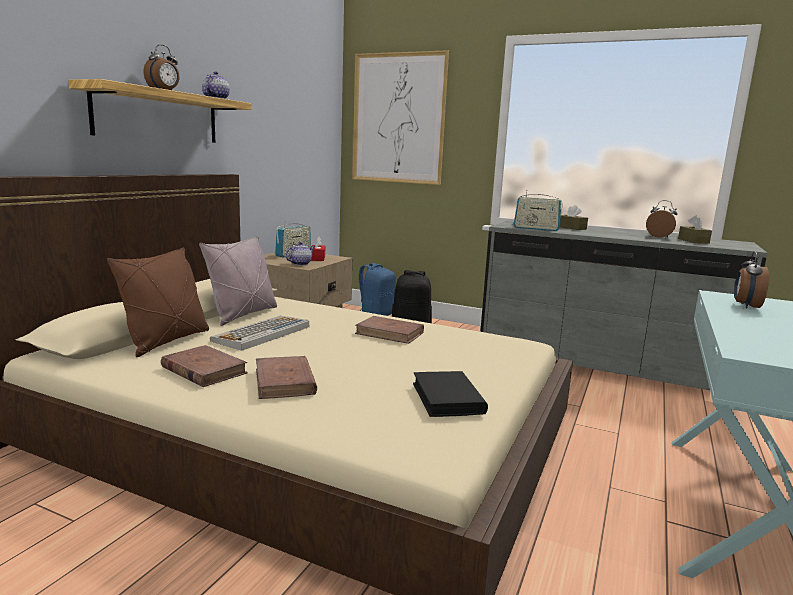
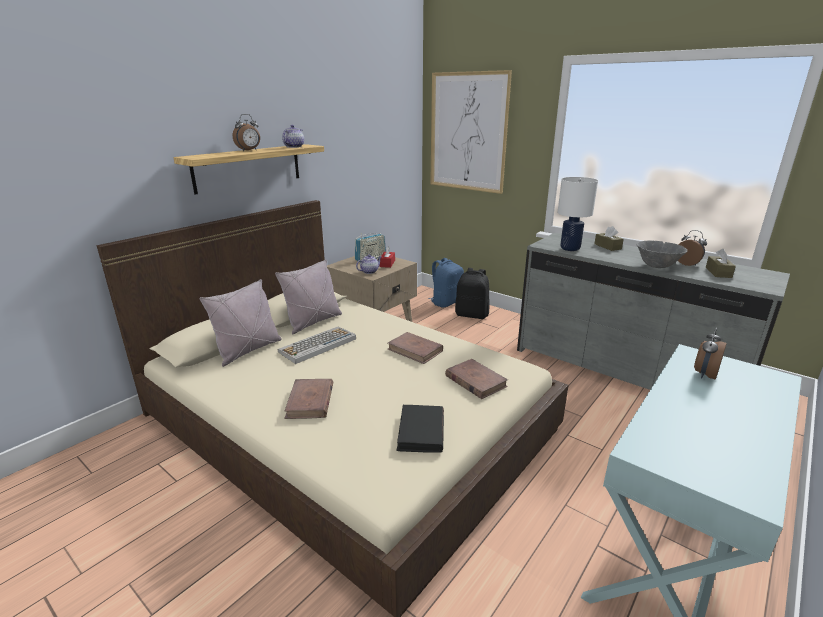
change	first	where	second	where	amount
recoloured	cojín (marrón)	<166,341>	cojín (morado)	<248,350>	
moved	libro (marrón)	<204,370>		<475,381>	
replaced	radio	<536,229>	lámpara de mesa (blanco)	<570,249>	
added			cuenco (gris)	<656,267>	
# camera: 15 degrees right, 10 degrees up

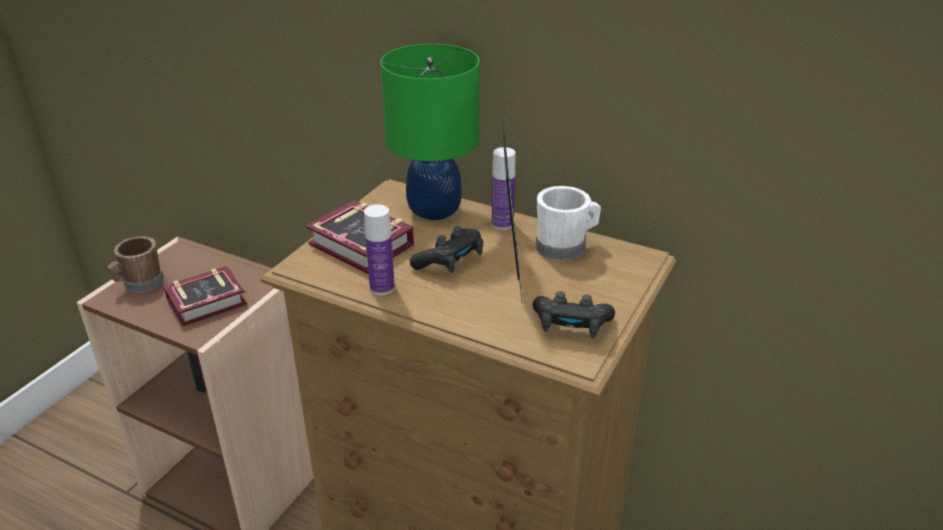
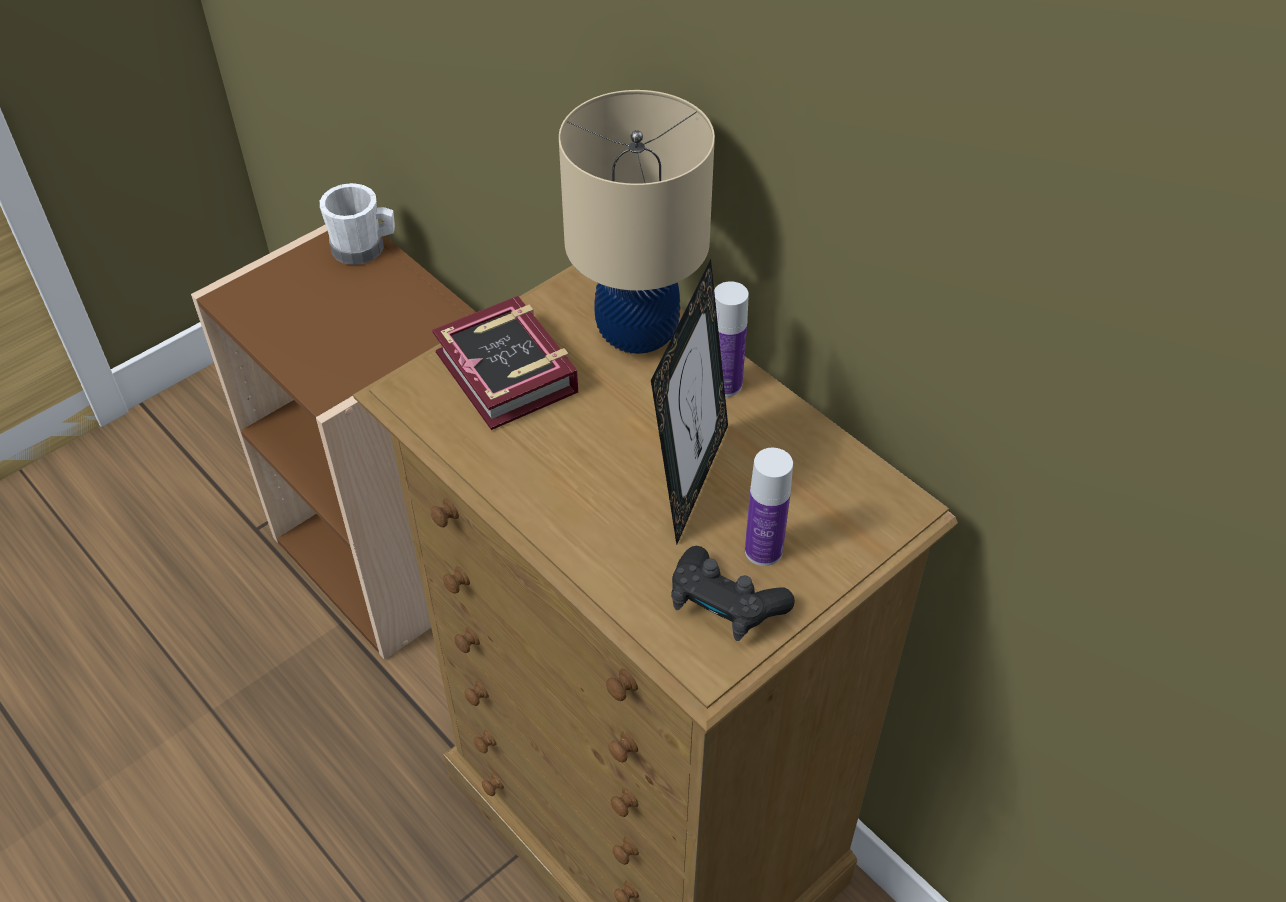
change	first	where	second	where	amount
moved	taza grande (blanco)	<566,247>		<364,248>	
recoloured	lámpara de mesa (verde)	<433,213>	lámpara de mesa (beis)	<634,337>	
moved	botella	<382,288>		<763,550>	
removed	taza grande (marrón)	<140,284>			
removed	libro	<211,302>			
removed	mando de consola (negro)	<450,262>			
# camera: 20 degrees right, 15 degrees up

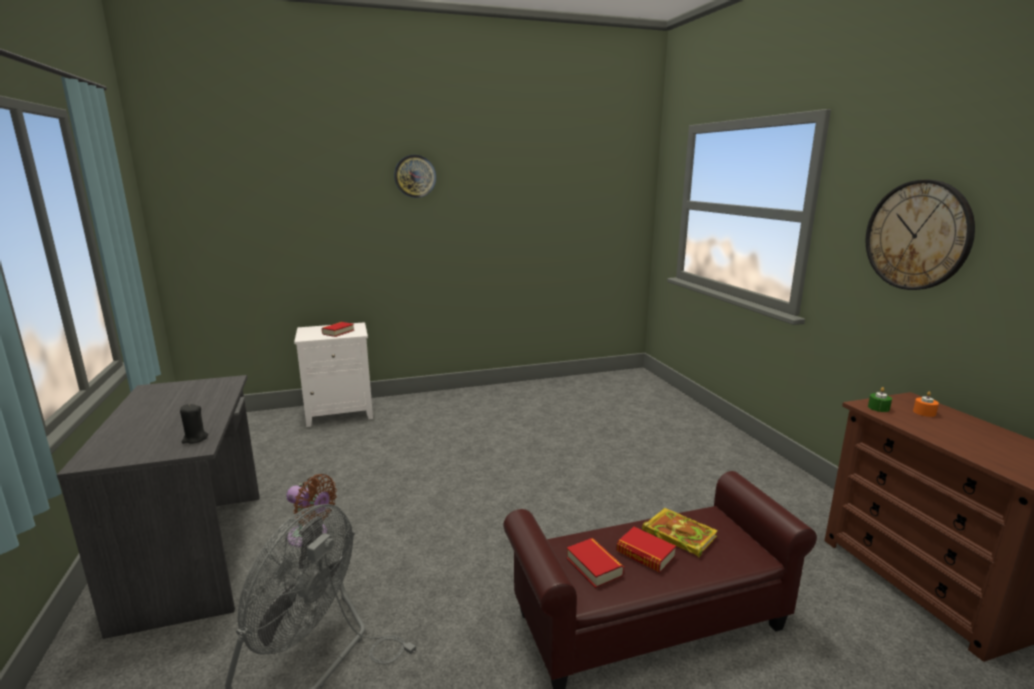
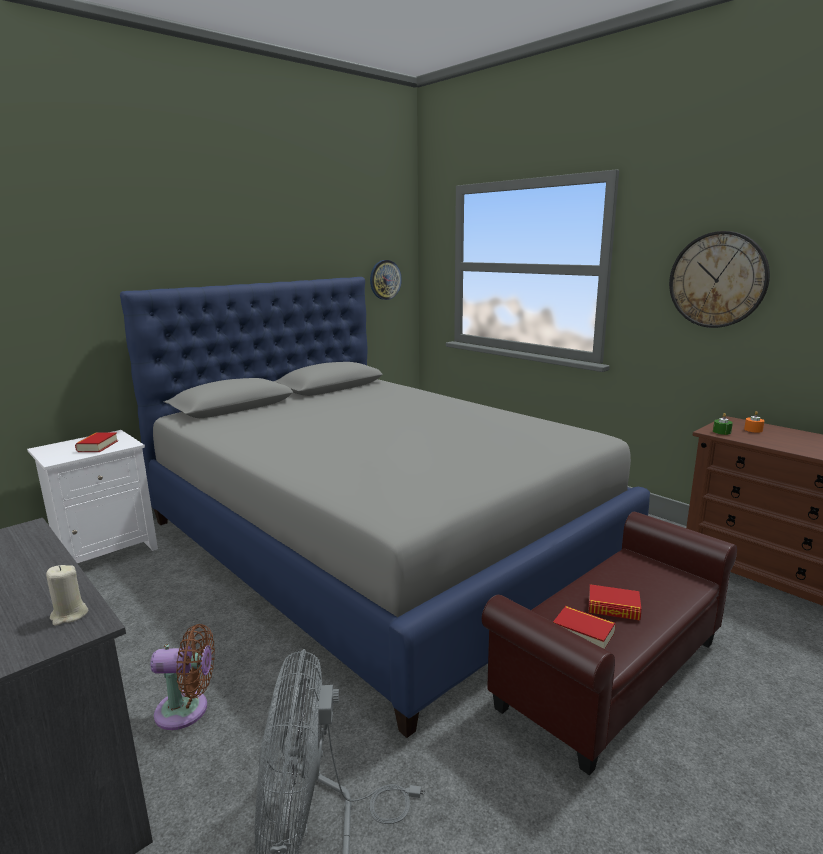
change	first	where	second	where	amount
recoloured	vela (negro)	<195,439>	vela (beis)	<69,615>	
added			cama (gris)	<375,543>	
moved	reloj de pared	<415,176>		<385,279>	
removed	libro	<677,534>			
# camera: 25 degrees left, 0 degrees up

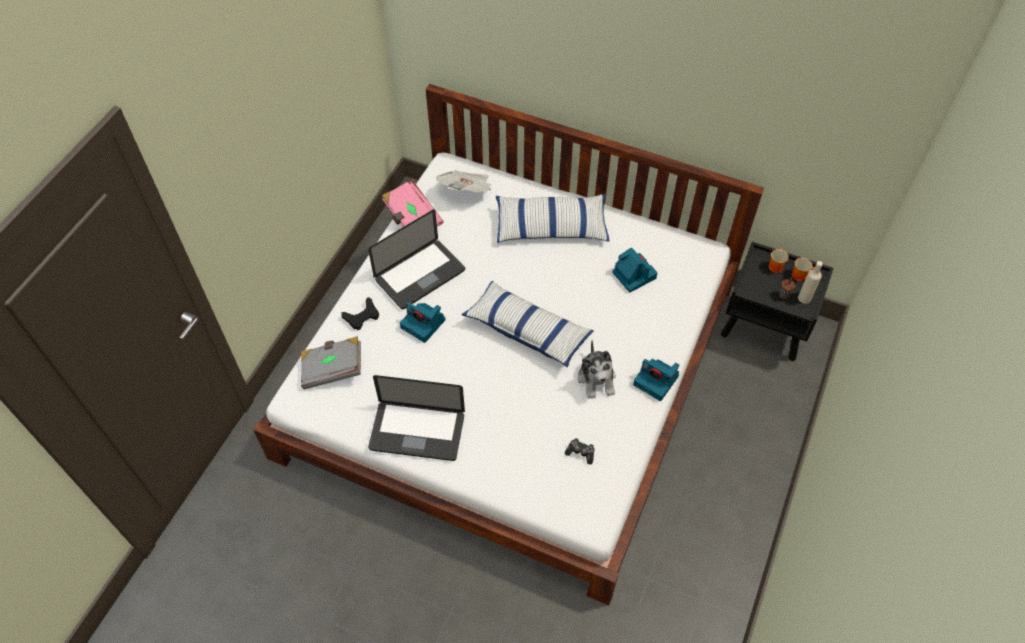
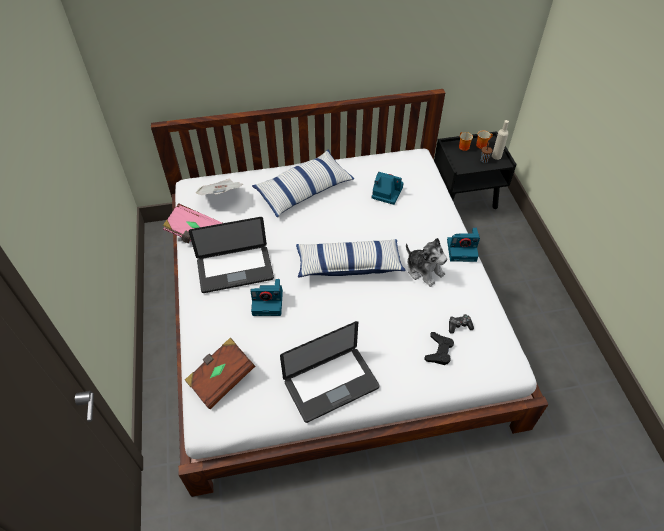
change	first	where	second	where	amount
recoloured	libro (gris)	<332,369>	libro (marrón)	<221,378>	
turned	portátil	<420,275>		<235,270>	60 degrees clockwise
moved	mando de consola (negro)	<362,316>		<439,351>	
# camera: 35 degrees left, 5 degrees down

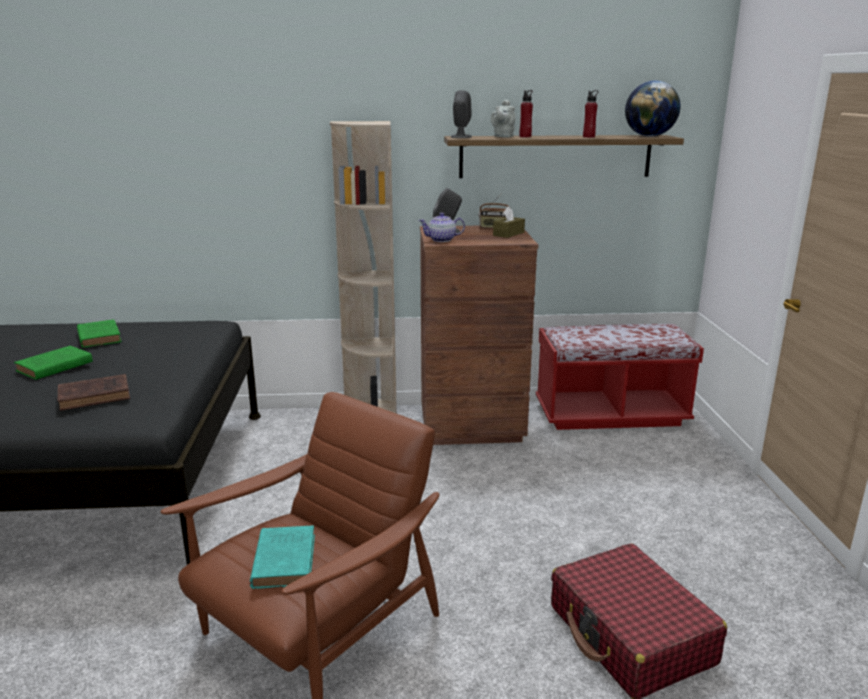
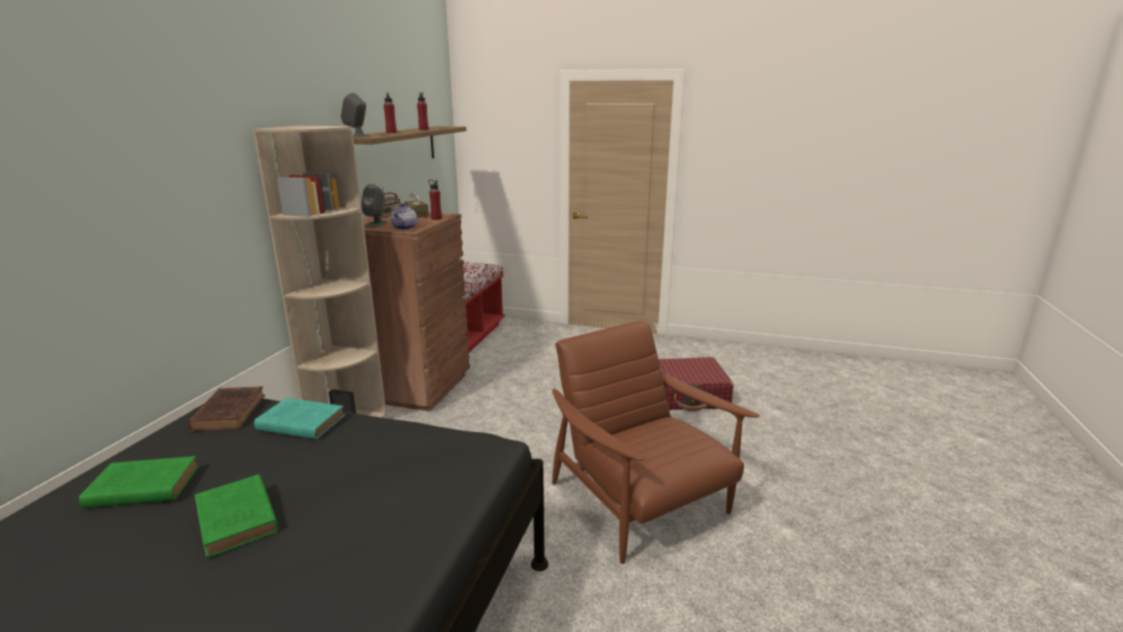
change	first	where	second	where	amount
moved	libro (marrón)	<97,396>		<230,411>	
moved	libro (turquesa)	<284,559>		<299,422>	
added			botella (rojo)	<436,218>	
removed	tetera (gris)	<503,136>			
removed	globo terráqueo	<649,136>			
# camera: 70 degrees left, 0 degrees up

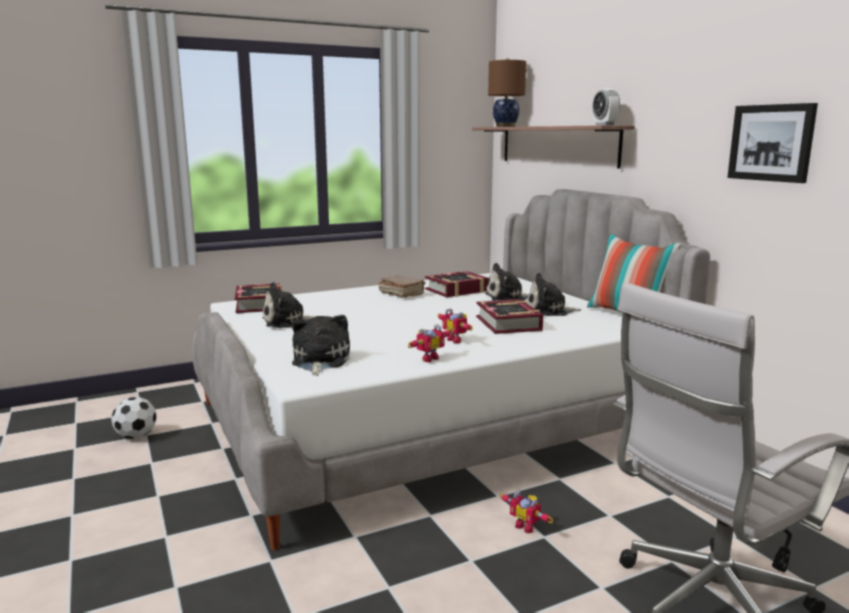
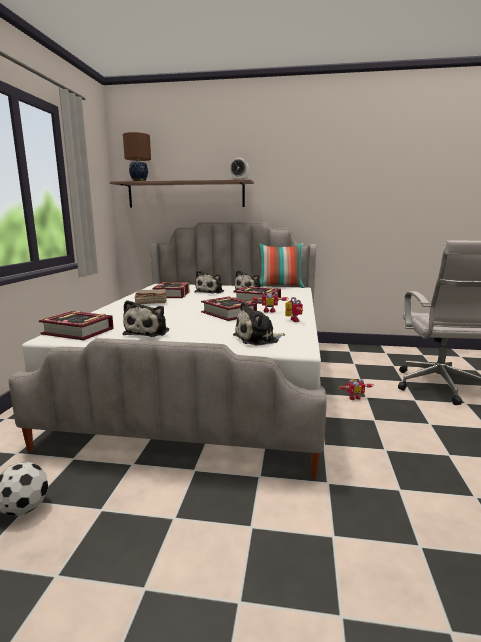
change	first	where	second	where	amount
added			libro	<229,314>	
turned	peluche	<319,361>		<258,339>	60 degrees counterclockwise
removed	cuadro	<771,143>			
# camera: 55 degrees left, 0 degrees up

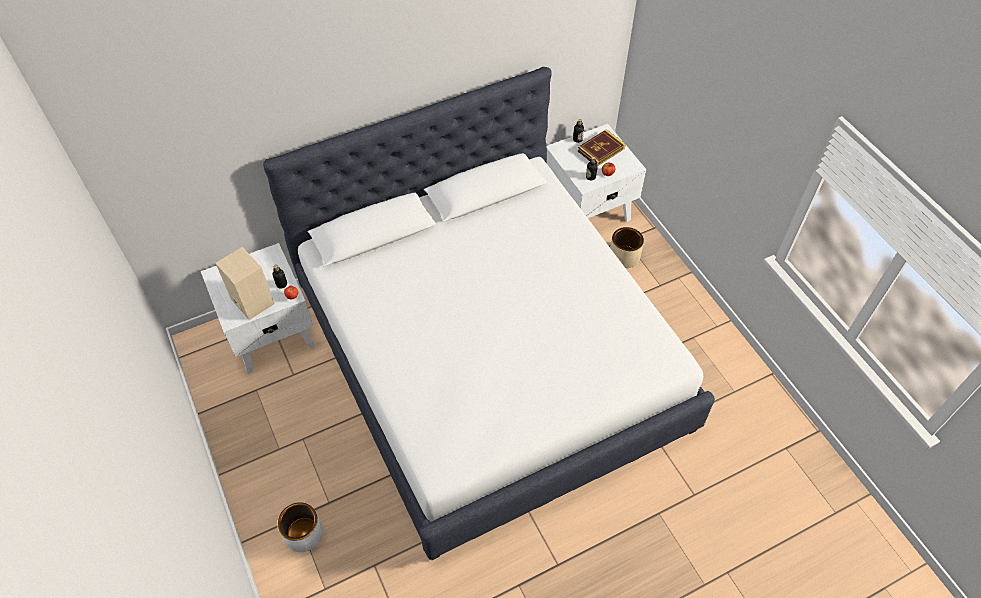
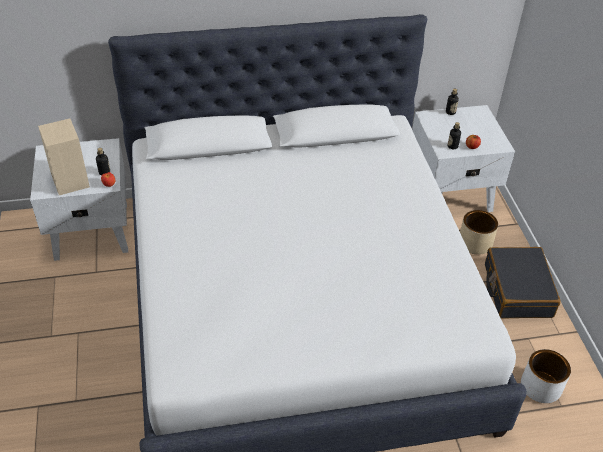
change	first	where	second	where	amount
added			maleta (negro)	<517,290>	
moved	maceta (blanco)	<303,533>		<540,387>	
removed	libro	<601,150>			
# camera: 15 degrees right, 10 degrees down

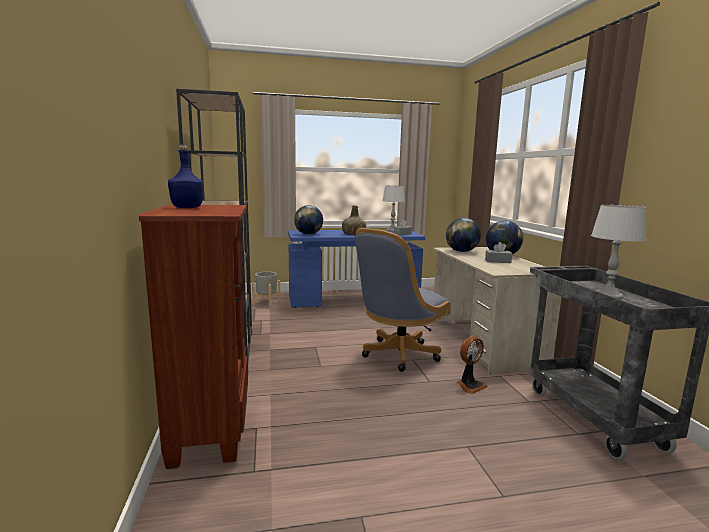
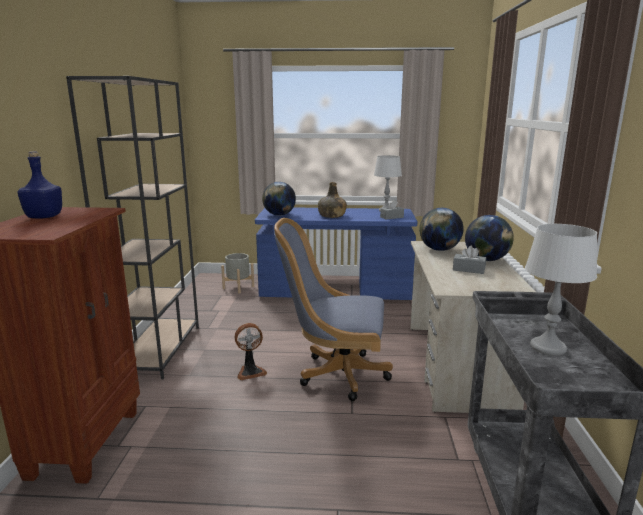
change	first	where	second	where	amount
moved	ventilador	<470,385>		<250,372>	
turned	silla de oficina (azul)	<396,357>		<335,374>	45 degrees clockwise
# camera: 15 degrees right, 5 degrees up

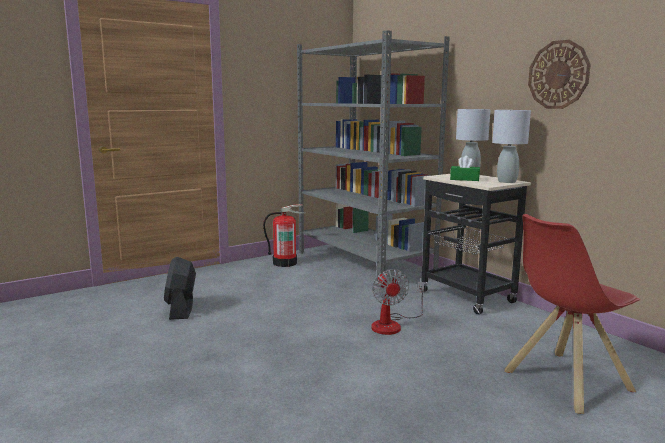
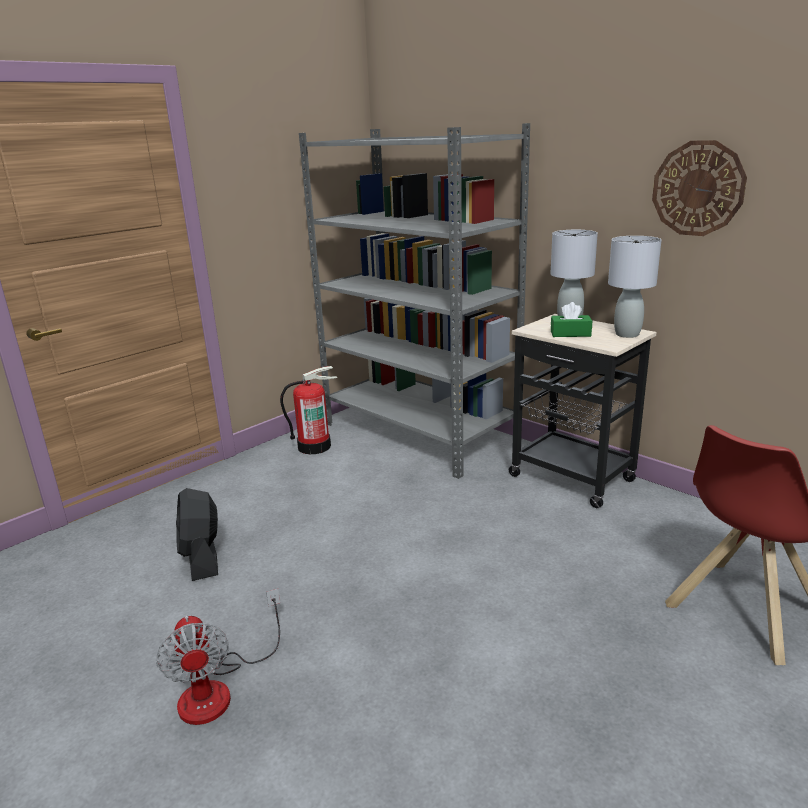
change	first	where	second	where	amount
moved	ventilador	<392,324>		<219,689>	
# camera: 10 degrees left, 10 degrees up

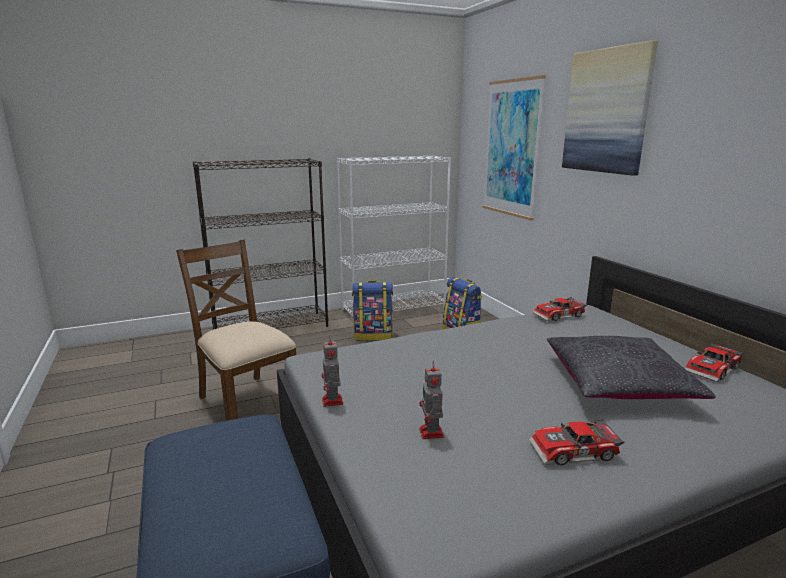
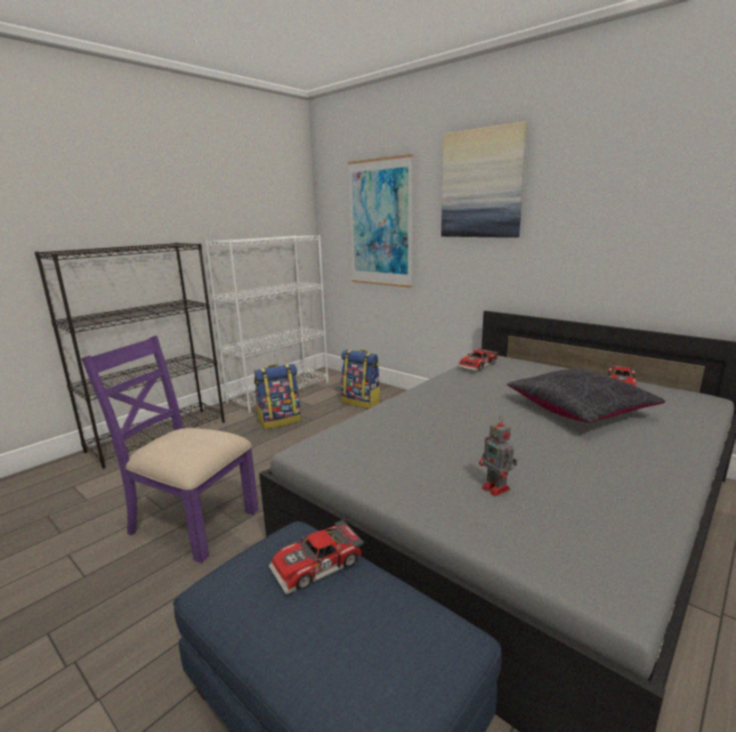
change	first	where	second	where	amount
recoloured	silla (marrón)	<246,401>	silla (morado)	<192,521>	
moved	coche de juguete	<574,452>		<318,566>	
removed	robot de juguete	<332,402>			
# camera: 25 degrees left, 0 degrees up

